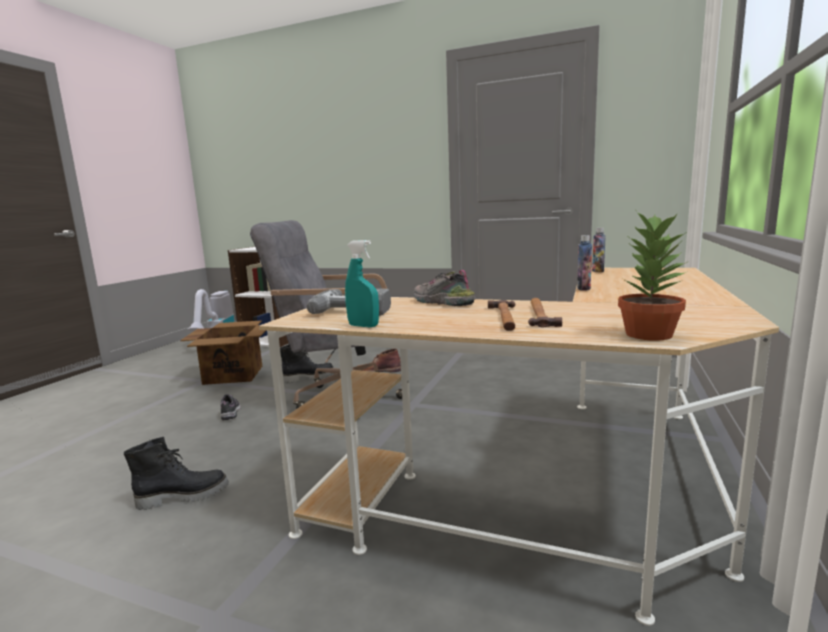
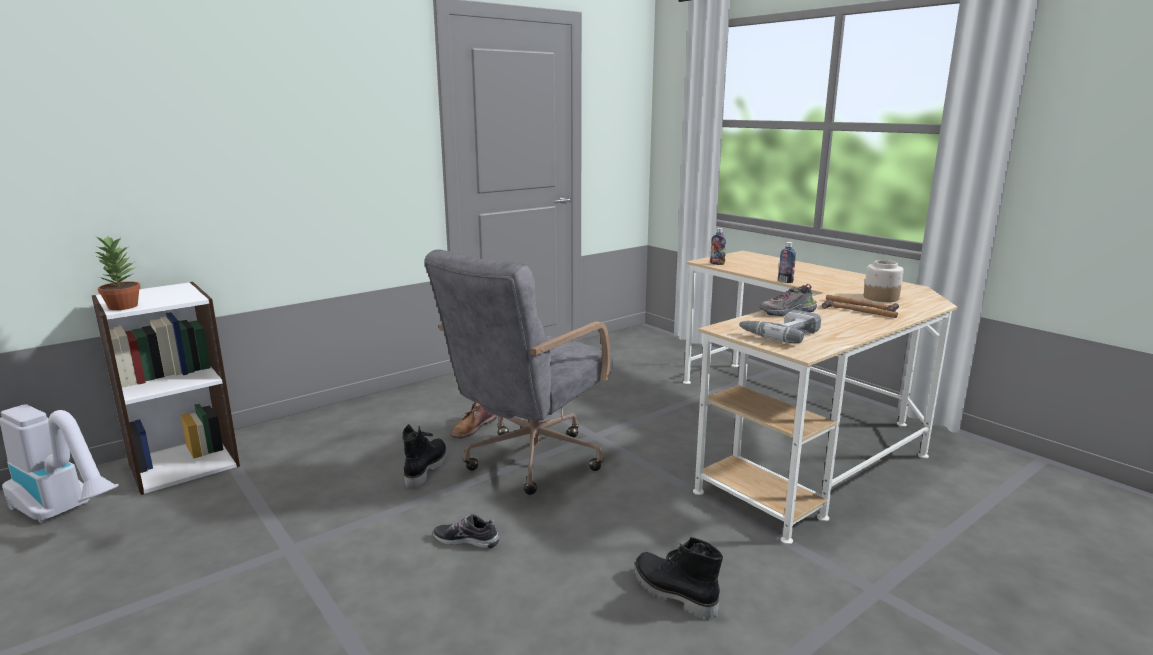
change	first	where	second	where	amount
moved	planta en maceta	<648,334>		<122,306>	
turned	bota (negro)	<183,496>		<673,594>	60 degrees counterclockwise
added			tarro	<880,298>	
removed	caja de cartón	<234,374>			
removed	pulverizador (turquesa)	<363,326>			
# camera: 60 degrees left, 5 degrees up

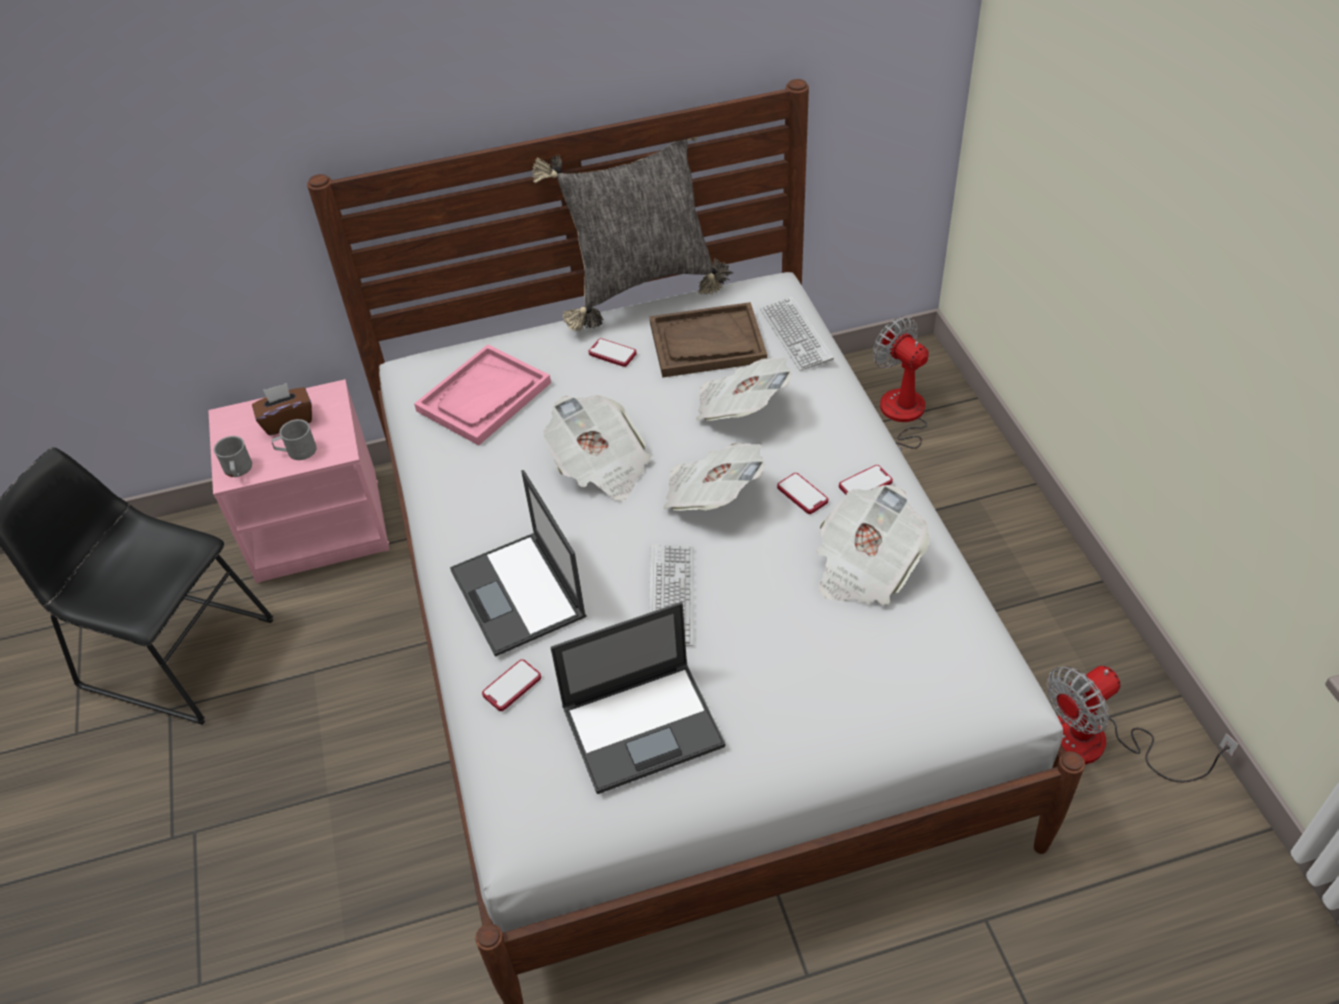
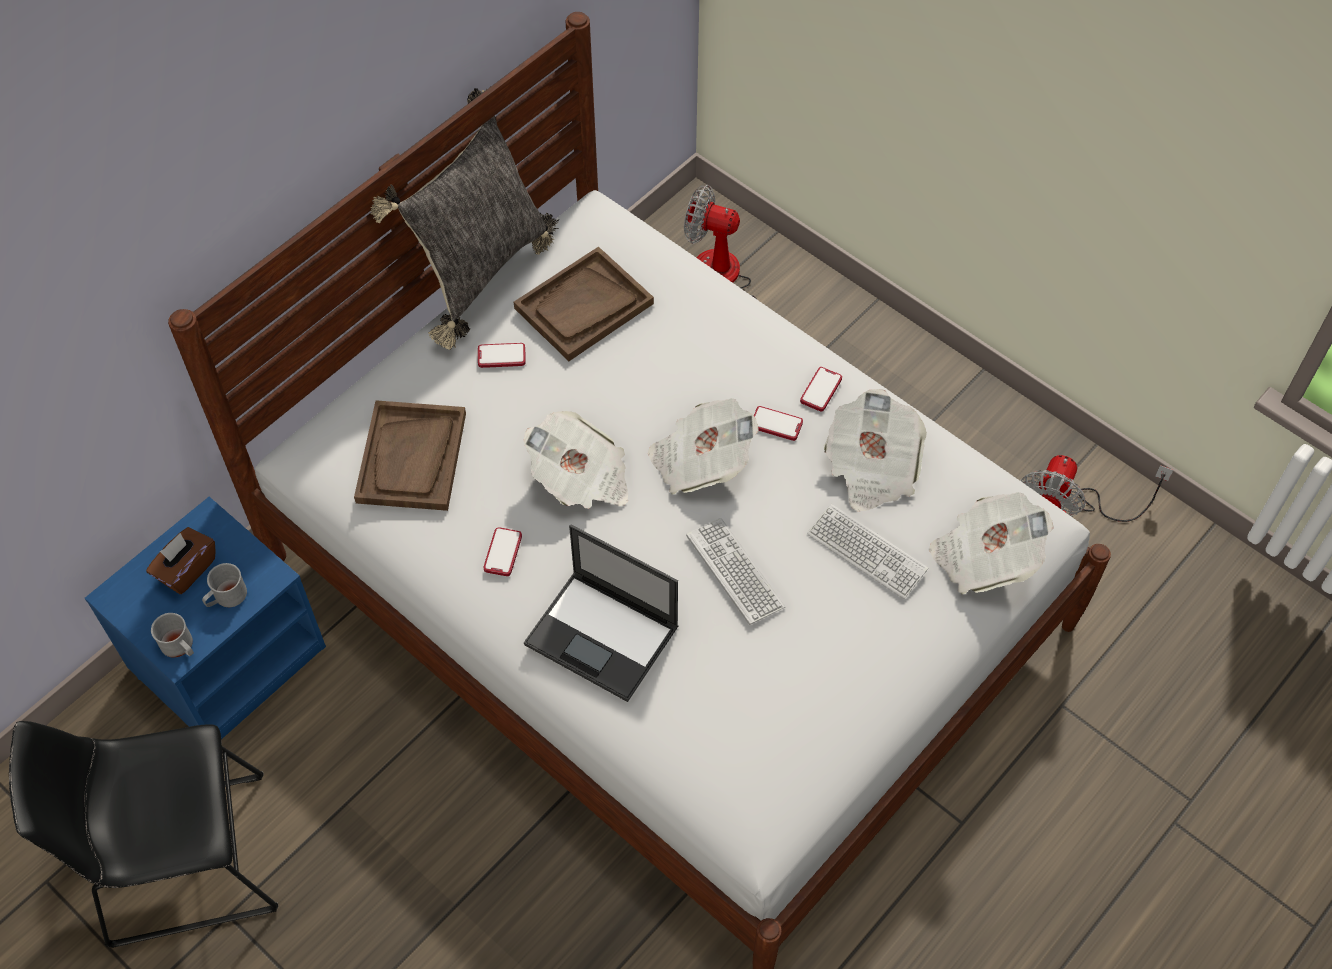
change	first	where	second	where	amount
recoloured	mesita de noche (rosa)	<319,524>	mesita de noche (azul)	<227,655>	
recoloured	bandeja (rosa)	<484,397>	bandeja (marrón)	<412,458>	
moved	móvil	<512,686>		<503,552>	
moved	teclado	<795,335>		<866,552>	
moved	periódico	<740,408>		<984,557>	
removed	portátil	<644,725>			
# camera: 35 degrees left, 10 degrees up

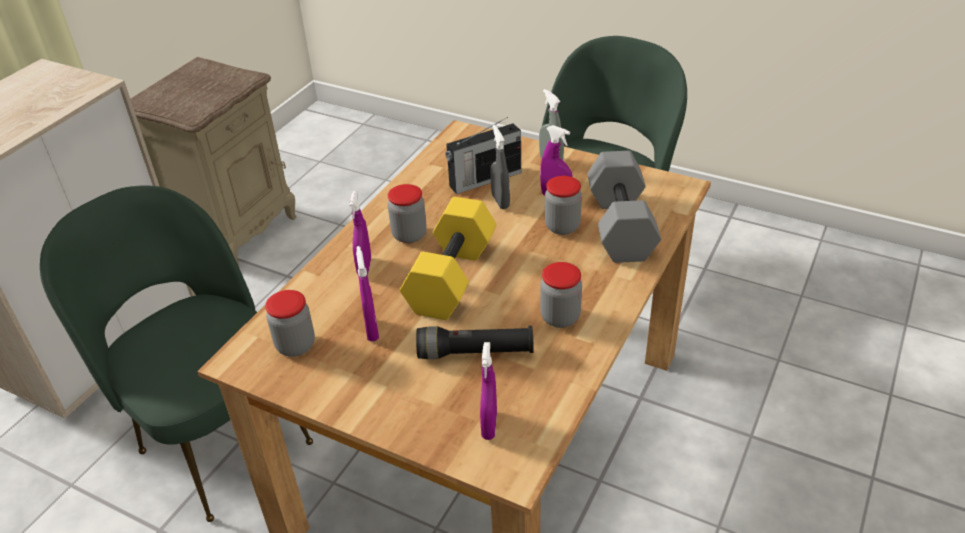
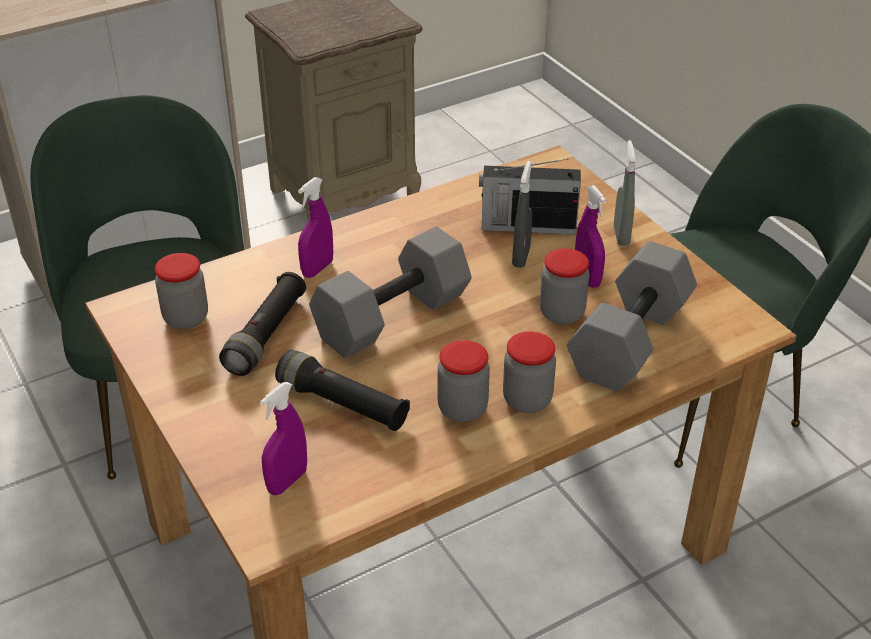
change	first	where	second	where	amount
replaced	pulverizador (morado)	<371,330>	linterna (negro)	<266,335>	
recoloured	mancuerna (amarillo)	<453,278>	mancuerna (gris)	<392,318>	
moved	tarro	<409,235>		<527,400>	
# camera: 30 degrees right, 0 degrees up

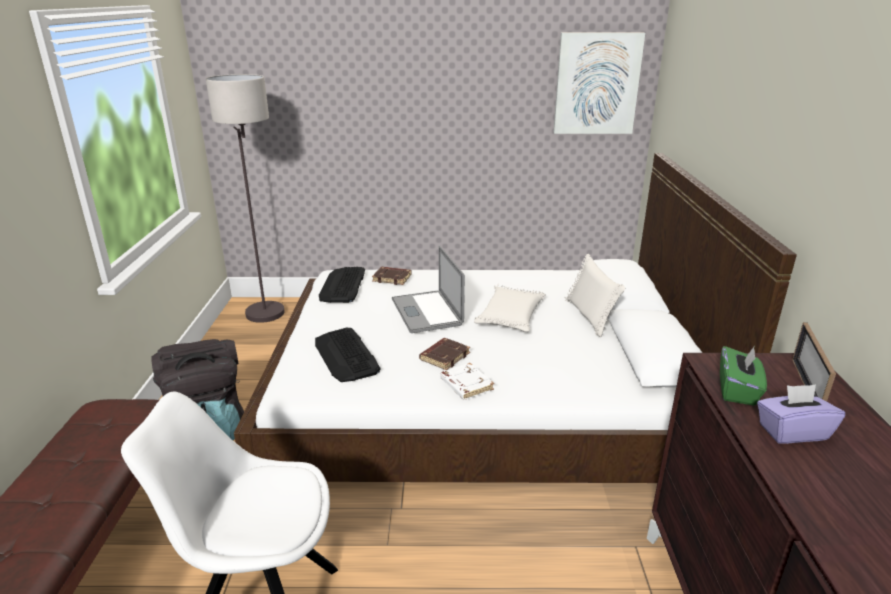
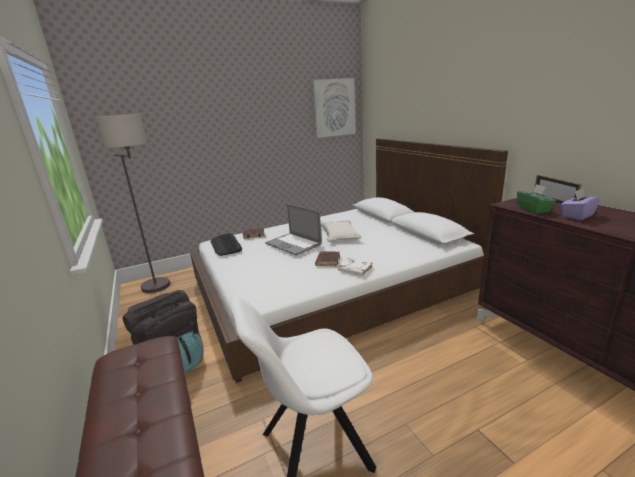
change	first	where	second	where	amount
removed	teclado	<346,355>			
removed	cojín (blanco)	<590,317>			
# camera: 25 degrees left, 5 degrees down

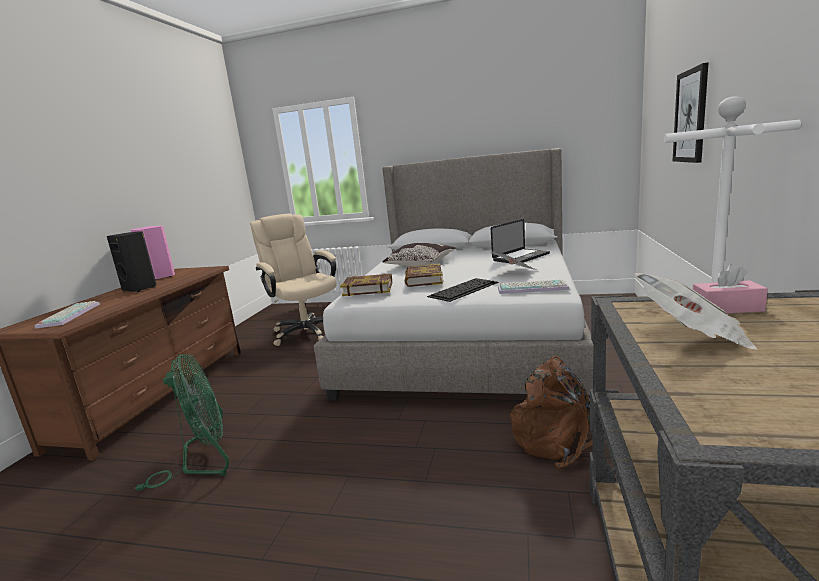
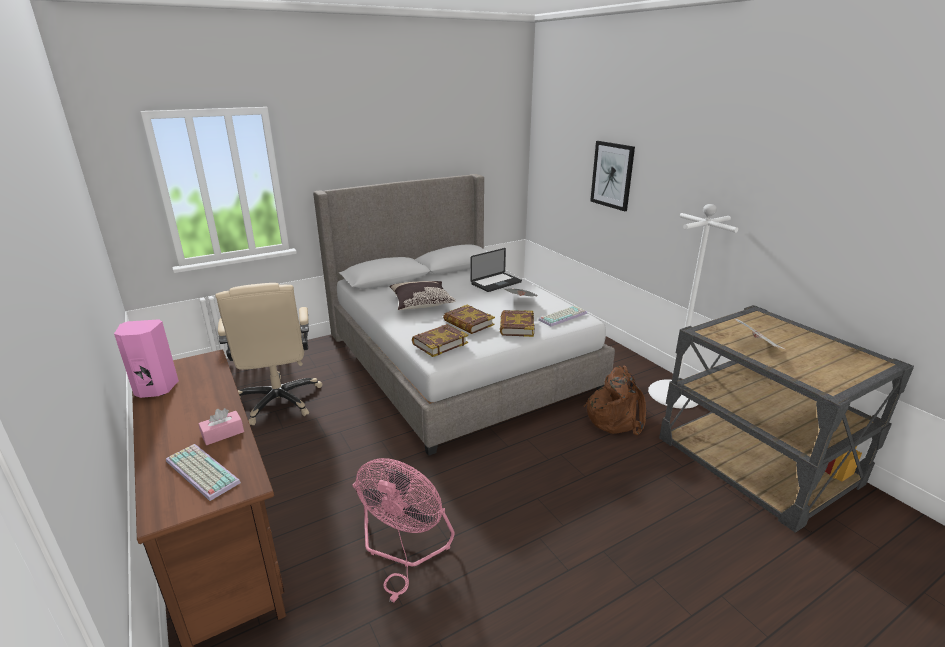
change	first	where	second	where	amount
moved	caja de pañuelos (rosa)	<726,308>		<223,434>	
turned	silla de oficina (beis)	<306,332>		<279,400>	120 degrees counterclockwise
recoloured	ventilador (verde)	<200,457>	ventilador (rosa)	<400,549>	
turned	portátil	<521,257>		<496,283>	45 degrees clockwise
replaced	teclado	<463,289>	libro	<516,327>	
removed	altavoz (negro)	<141,288>			
# camera: 45 degrees left, 10 degrees up

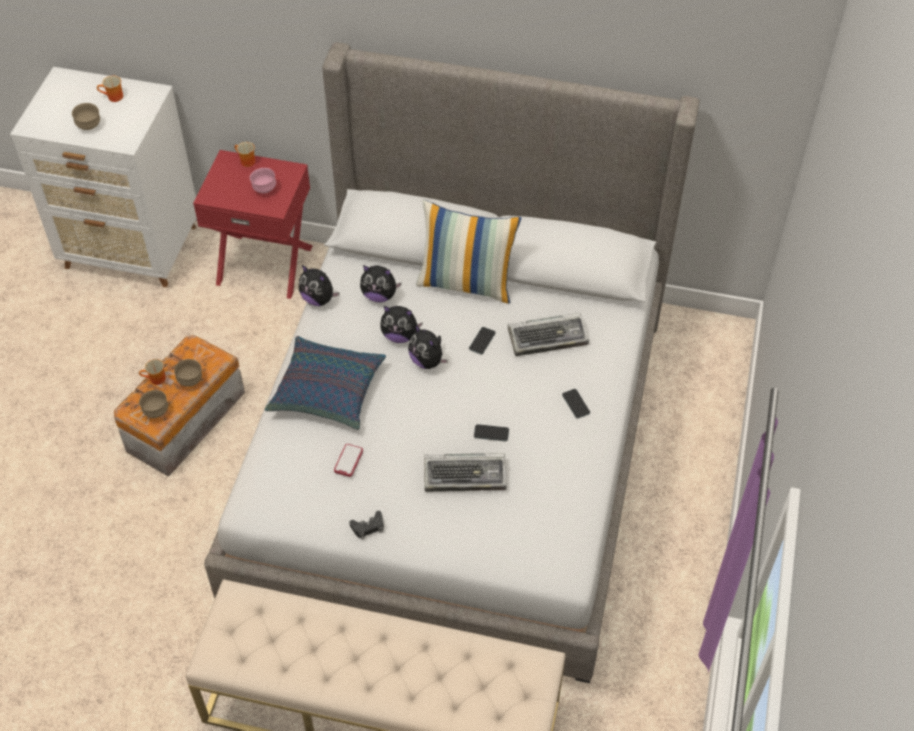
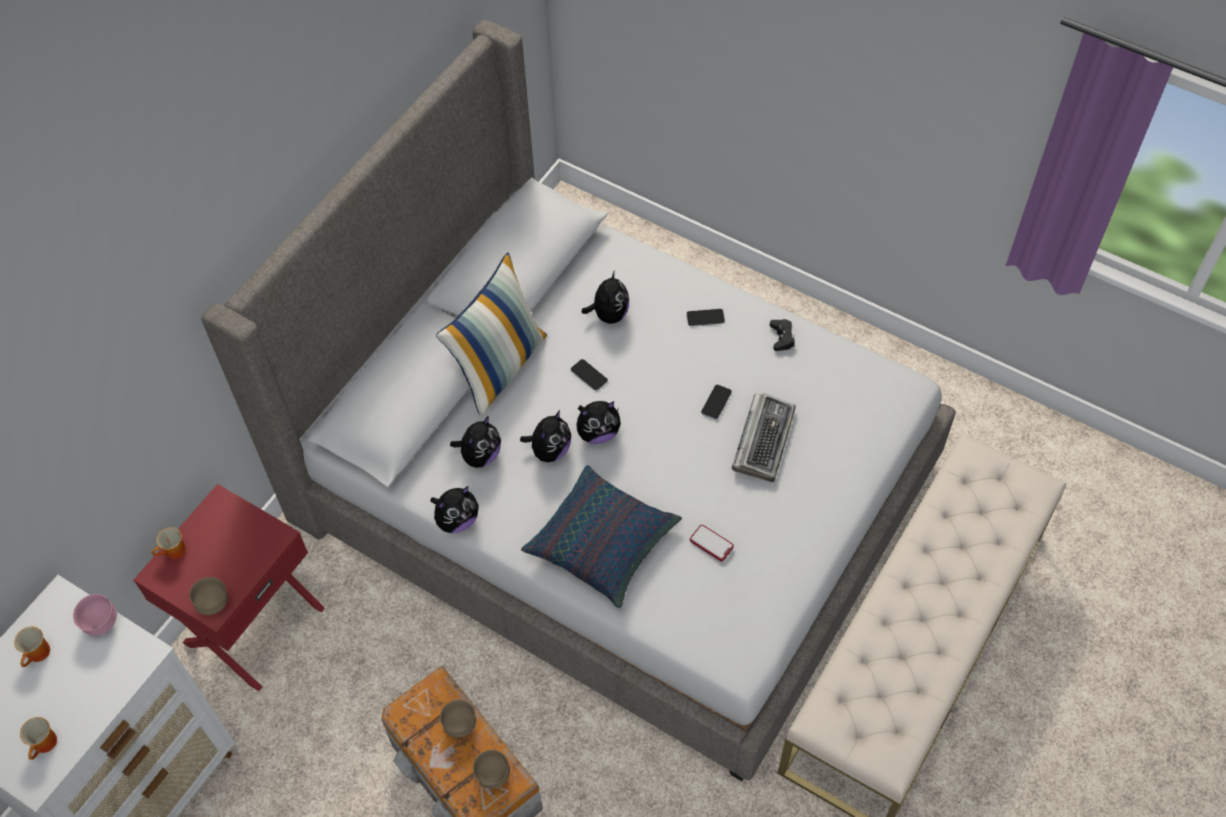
change	first	where	second	where	amount
moved	taza grande	<156,380>		<46,745>	
moved	cuenco (rosa)	<264,190>		<101,624>	
moved	cuenco (marrón)	<89,127>		<214,604>	
replaced	teclado	<548,337>	peluche	<609,314>	
moved	mando de consola (negro)	<368,527>		<782,337>	
# camera: 70 degrees left, 5 degrees up

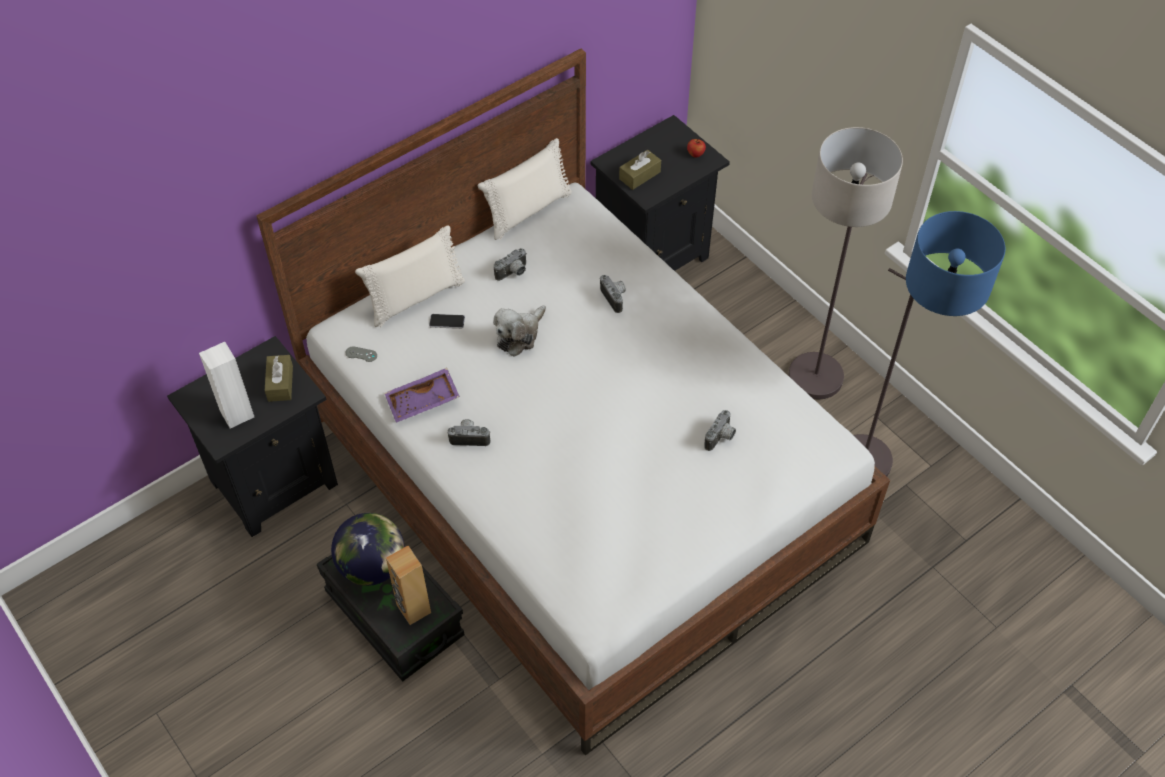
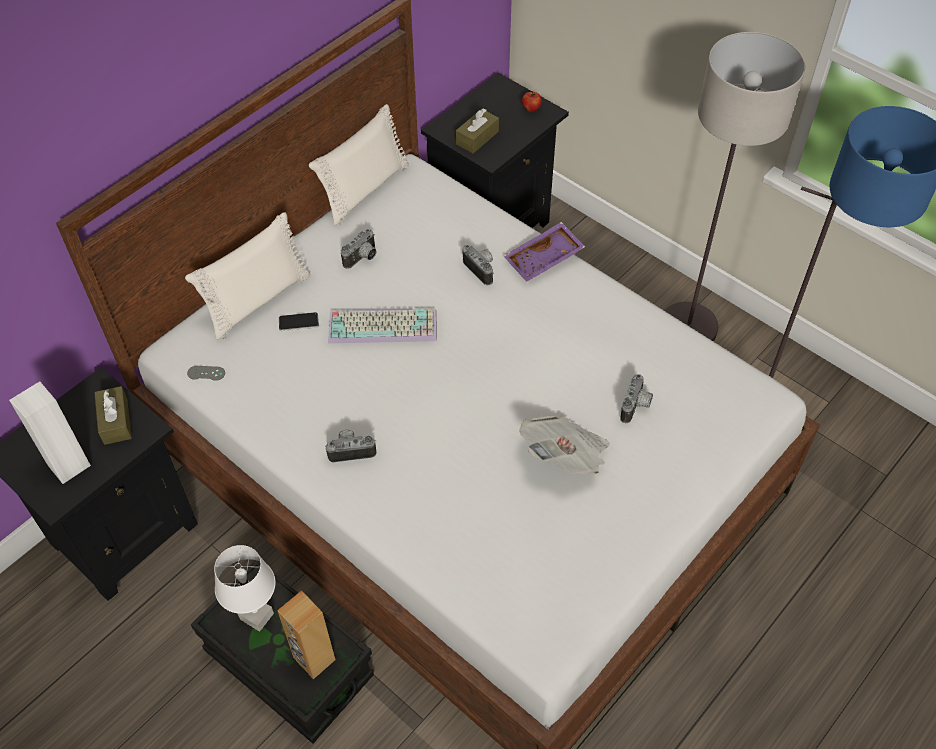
change	first	where	second	where	amount
replaced	globo terráqueo	<373,566>	lámpara de mesa (blanco)	<257,616>	
replaced	peluche	<519,335>	teclado	<384,325>	
moved	bandeja (morado)	<423,402>		<544,259>	
added			periódico	<565,457>	
# camera: 10 degrees left, 0 degrees up

